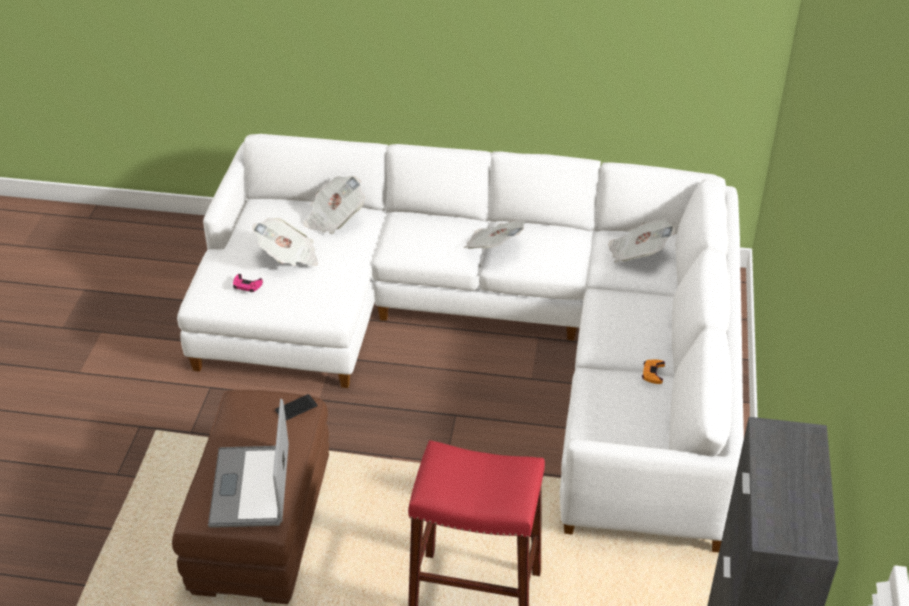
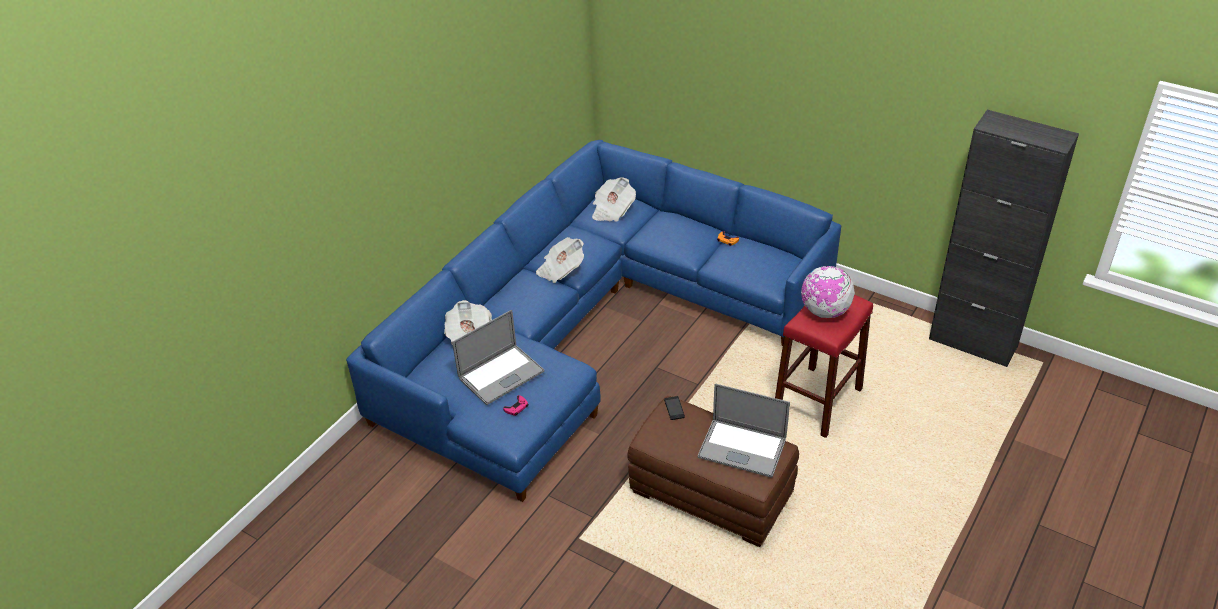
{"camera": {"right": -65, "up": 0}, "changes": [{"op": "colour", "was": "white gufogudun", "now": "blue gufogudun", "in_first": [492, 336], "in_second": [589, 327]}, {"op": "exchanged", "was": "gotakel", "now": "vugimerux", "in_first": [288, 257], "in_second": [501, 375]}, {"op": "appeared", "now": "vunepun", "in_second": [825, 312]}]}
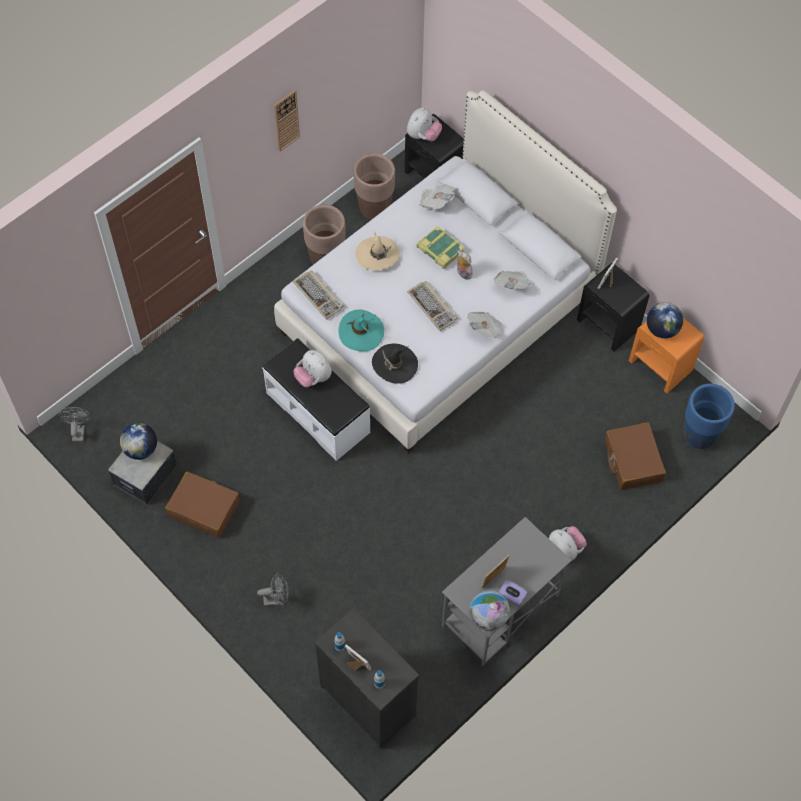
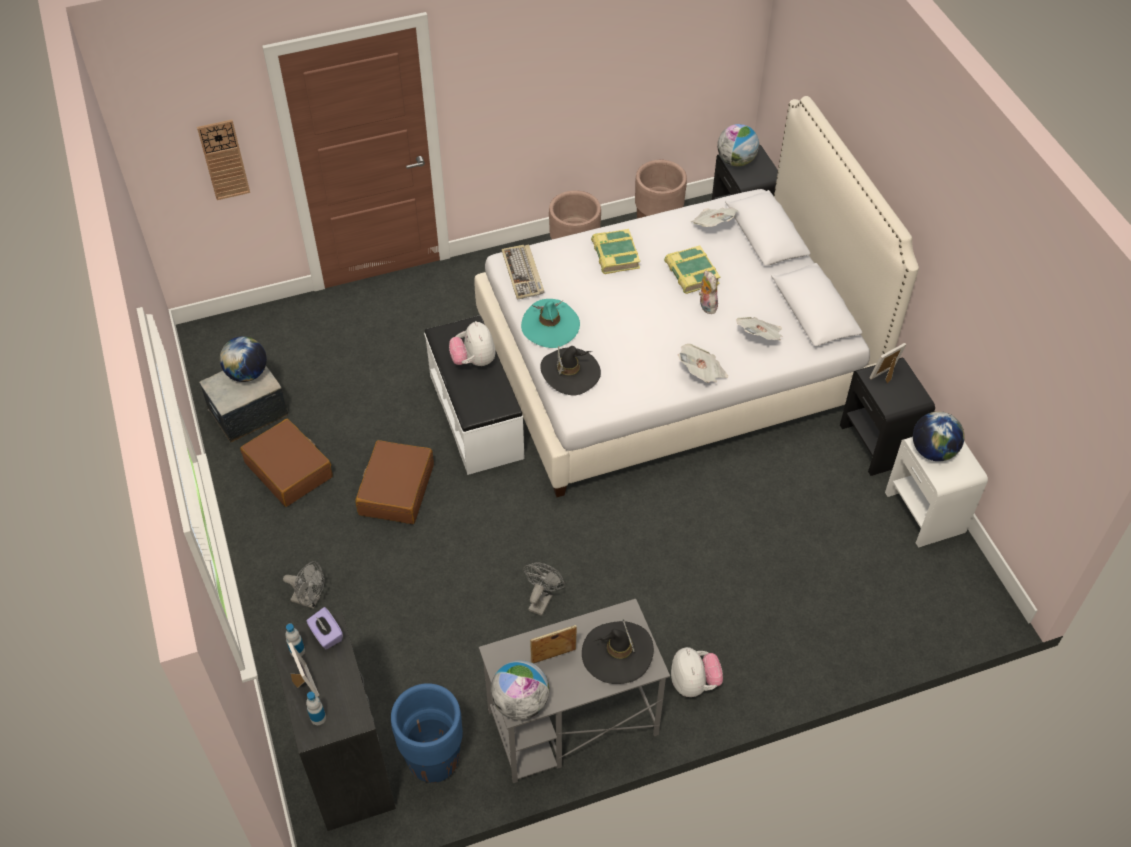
{"camera": {"right": 25, "up": -10}, "changes": [{"op": "relocated", "was": "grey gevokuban", "in_first": [78, 430], "in_second": [542, 599]}, {"op": "relocated", "was": "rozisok", "in_first": [286, 120], "in_second": [224, 159]}, {"op": "exchanged", "was": "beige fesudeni", "now": "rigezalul", "in_first": [377, 255], "in_second": [614, 255]}, {"op": "exchanged", "was": "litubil", "now": "vunepun", "in_first": [423, 135], "in_second": [736, 161]}, {"op": "missing", "was": "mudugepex", "in_first": [433, 307]}, {"op": "relocated", "was": "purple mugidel", "in_first": [512, 596], "in_second": [326, 635]}, {"op": "relocated", "was": "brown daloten", "in_first": [632, 460], "in_second": [396, 489]}, {"op": "colour", "was": "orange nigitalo", "now": "white nigitalo", "in_first": [661, 365], "in_second": [925, 512]}, {"op": "relocated", "was": "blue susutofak", "in_first": [699, 435], "in_second": [434, 762]}, {"op": "appeared", "now": "black fesudeni", "in_second": [617, 653]}]}
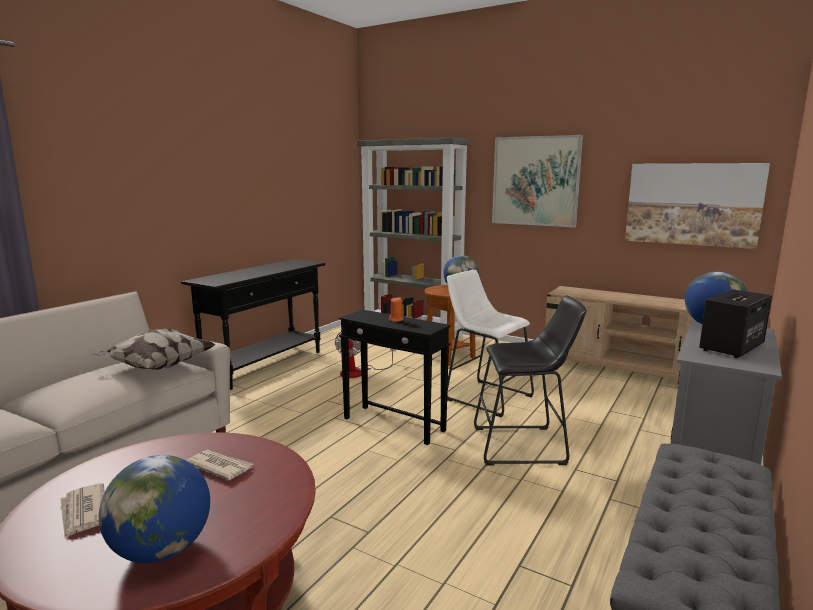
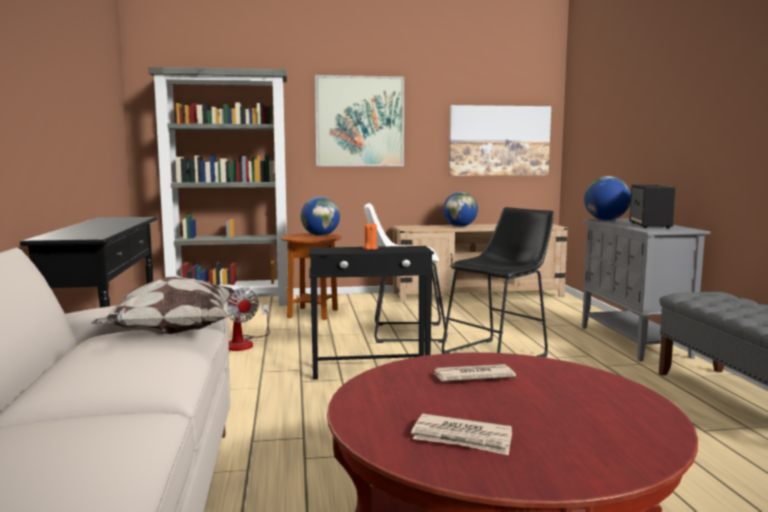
{"camera": {"right": -40, "up": -5}, "changes": [{"op": "relocated", "was": "vunepun", "in_first": [162, 550], "in_second": [460, 226]}]}
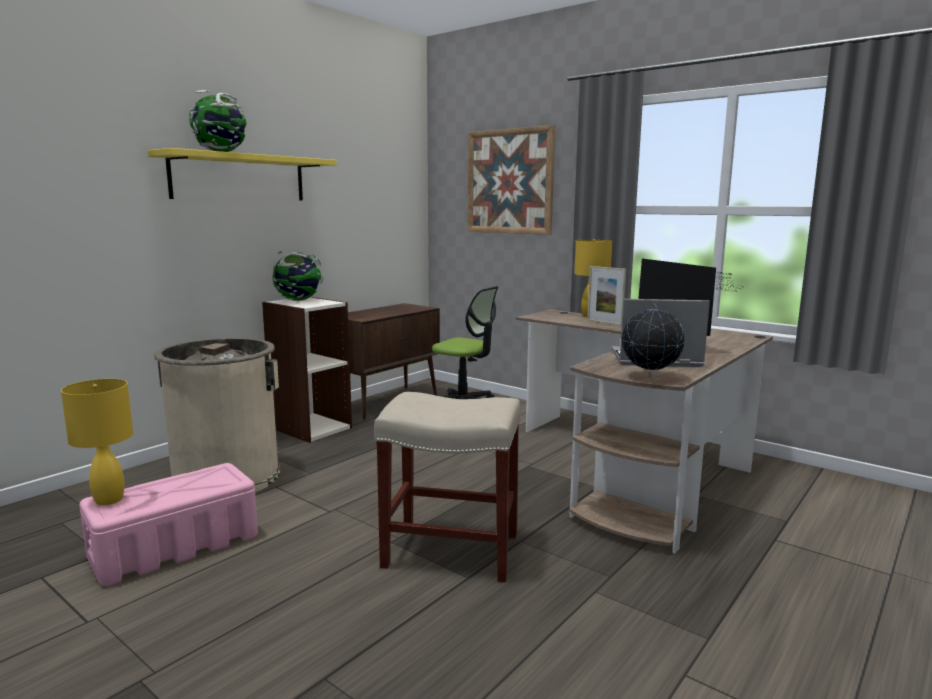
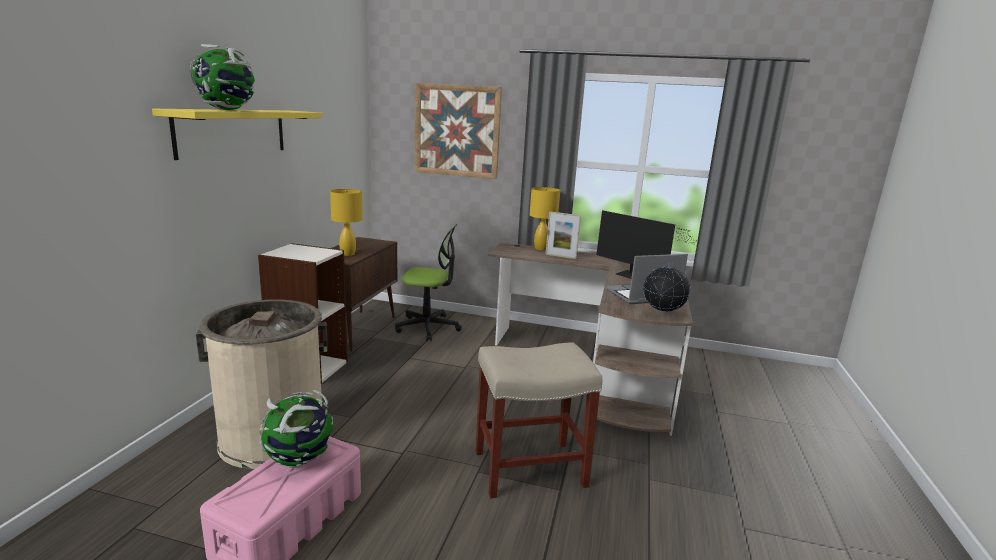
{"camera": {"right": -25, "up": 5}, "changes": [{"op": "relocated", "was": "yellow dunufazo", "in_first": [108, 500], "in_second": [347, 254]}, {"op": "relocated", "was": "vunepun", "in_first": [298, 300], "in_second": [300, 459]}]}
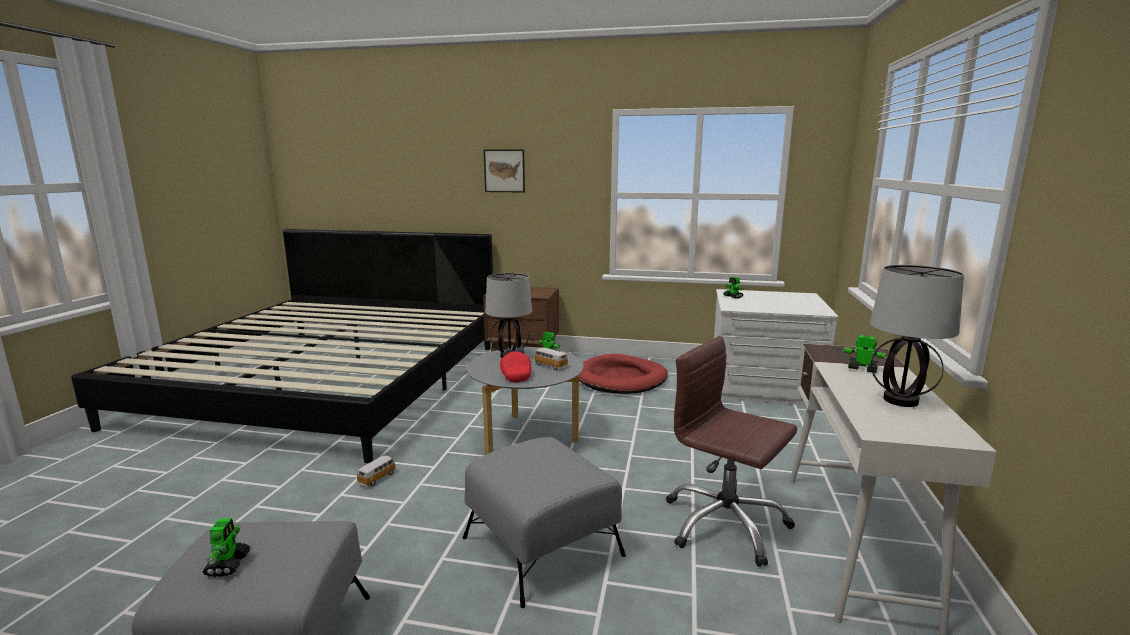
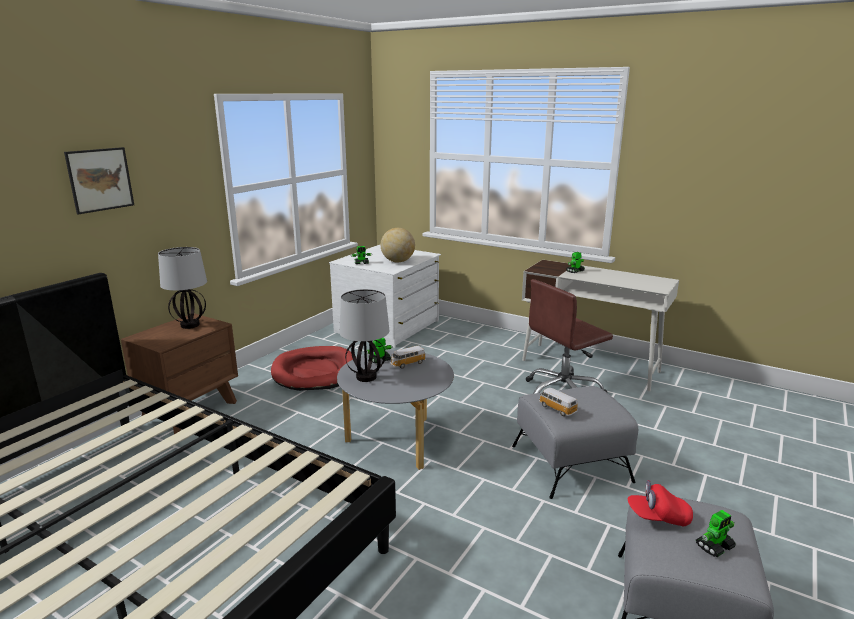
{"camera": {"right": -70, "up": 5}, "changes": [{"op": "spun", "was": "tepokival", "in_first": [228, 564], "in_second": [715, 546], "clockwise": 135}, {"op": "relocated", "was": "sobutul", "in_first": [378, 478], "in_second": [556, 408]}, {"op": "relocated", "was": "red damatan", "in_first": [515, 375], "in_second": [658, 517]}, {"op": "relocated", "was": "dunufazo", "in_first": [901, 401], "in_second": [190, 325]}, {"op": "appeared", "now": "vunepun", "in_second": [398, 261]}]}
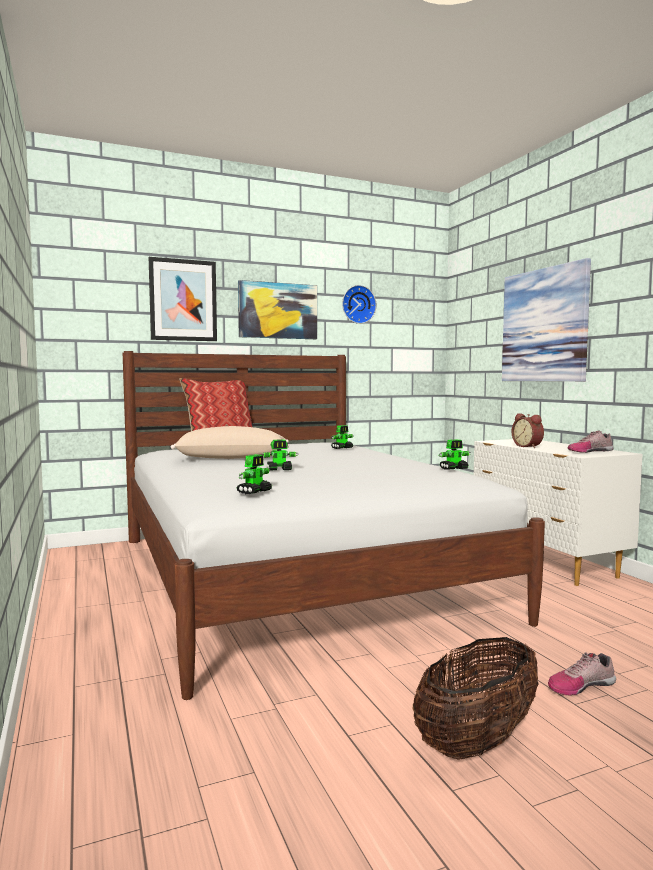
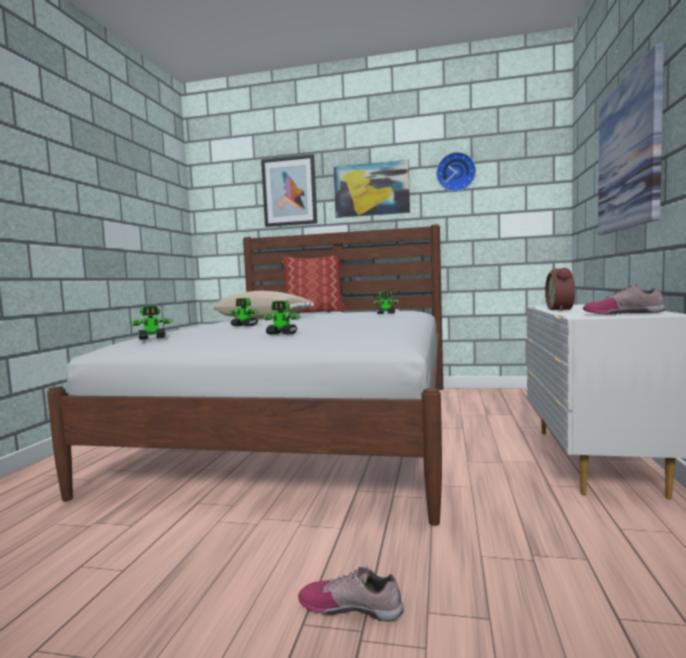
{"camera": {"right": 35, "up": 0}, "changes": [{"op": "missing", "was": "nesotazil", "in_first": [477, 741]}, {"op": "relocated", "was": "tepokival", "in_first": [454, 468], "in_second": [282, 334]}]}
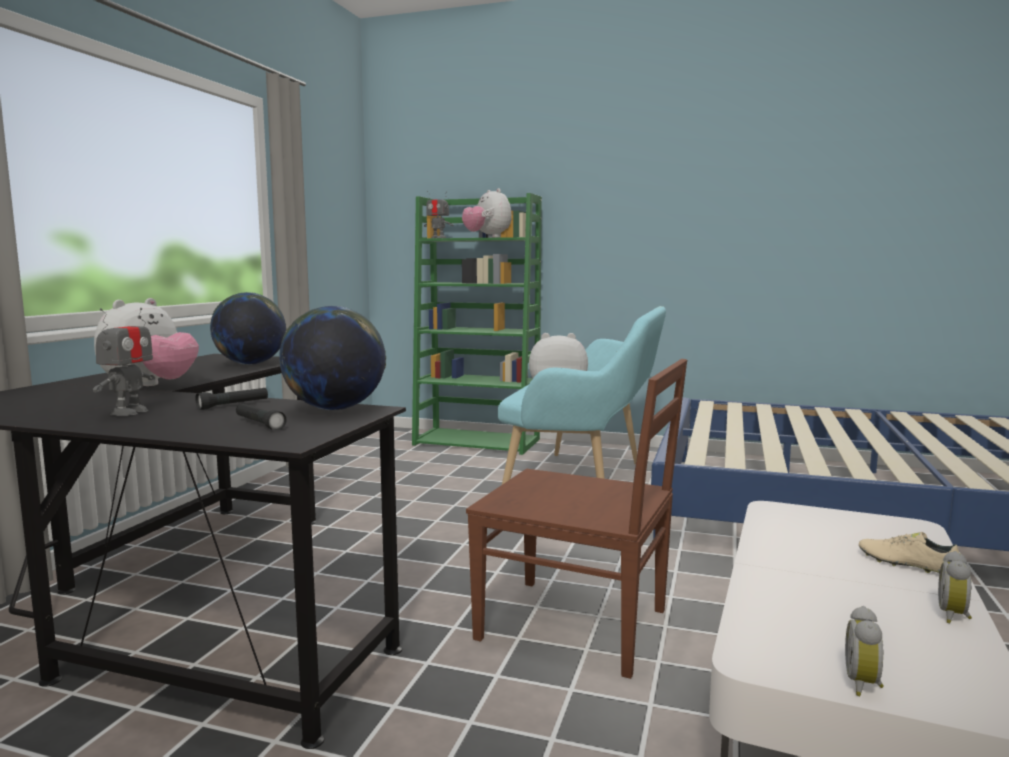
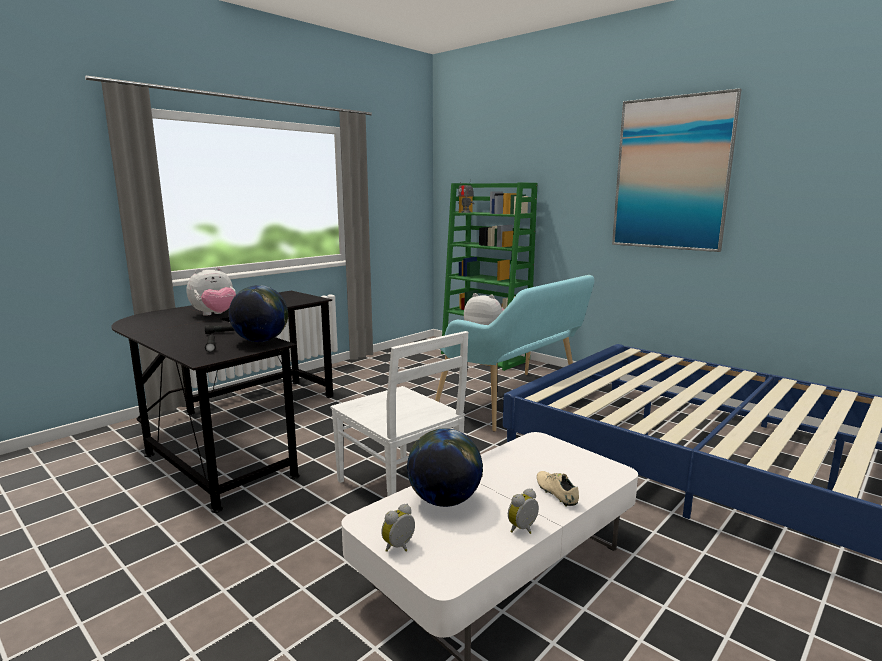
{"camera": {"right": 25, "up": 5}, "changes": [{"op": "missing", "was": "tepokival", "in_first": [129, 412]}, {"op": "relocated", "was": "vunepun", "in_first": [250, 364], "in_second": [444, 501]}, {"op": "missing", "was": "litubil", "in_first": [487, 237]}, {"op": "colour", "was": "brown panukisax", "now": "white panukisax", "in_first": [577, 626], "in_second": [400, 487]}, {"op": "appeared", "now": "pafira", "in_second": [671, 174]}]}
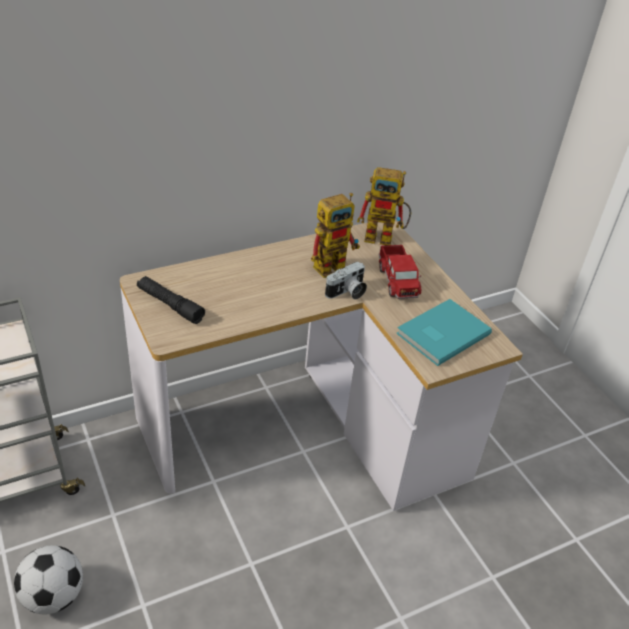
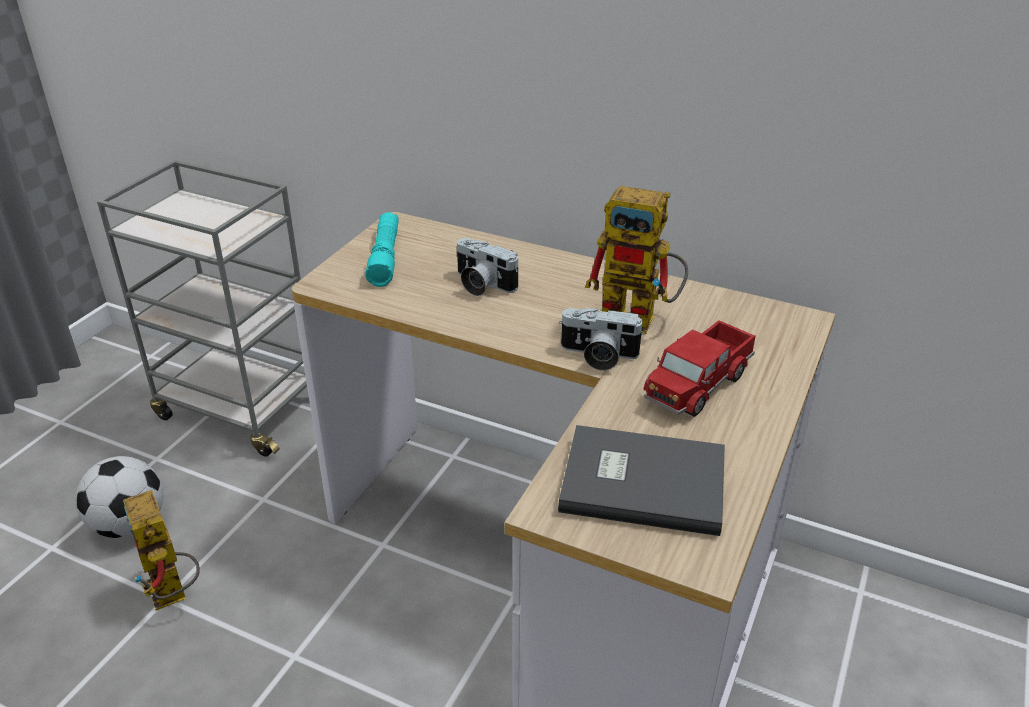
{"camera": {"right": 55, "up": -5}, "changes": [{"op": "colour", "was": "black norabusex", "now": "turquoise norabusex", "in_first": [170, 305], "in_second": [385, 257]}, {"op": "relocated", "was": "tepokival", "in_first": [385, 237], "in_second": [174, 595]}, {"op": "colour", "was": "turquoise rigezalul", "now": "grey rigezalul", "in_first": [440, 333], "in_second": [641, 480]}, {"op": "appeared", "now": "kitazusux", "in_second": [481, 284]}]}
